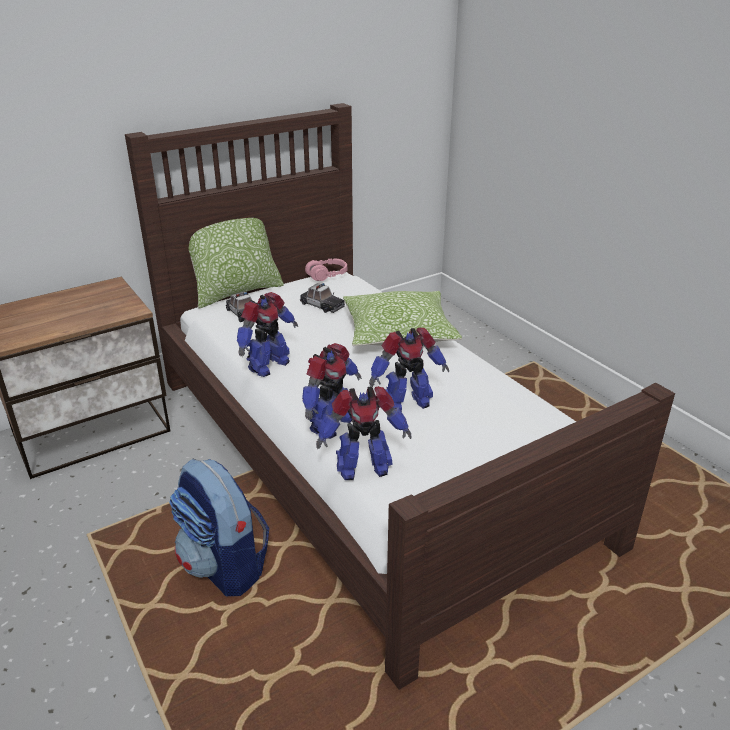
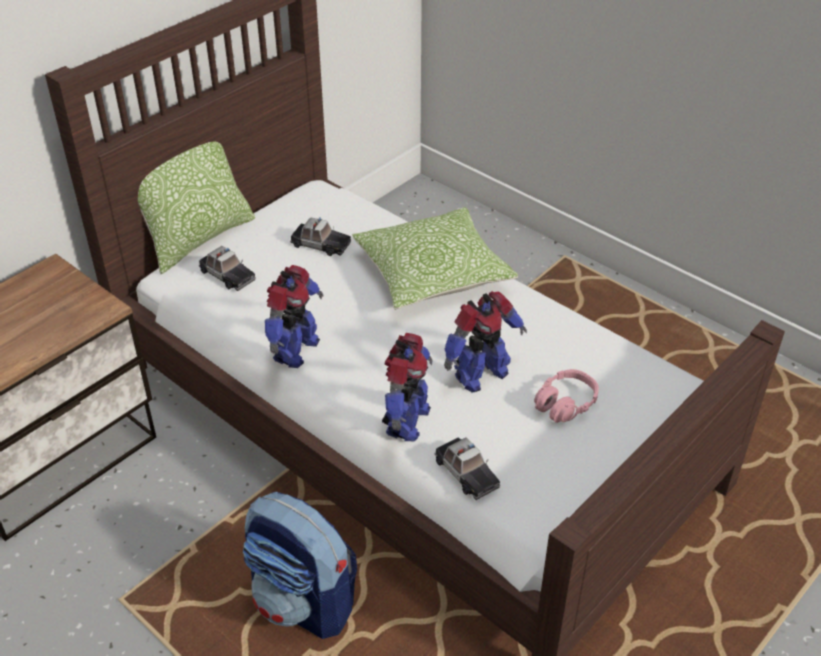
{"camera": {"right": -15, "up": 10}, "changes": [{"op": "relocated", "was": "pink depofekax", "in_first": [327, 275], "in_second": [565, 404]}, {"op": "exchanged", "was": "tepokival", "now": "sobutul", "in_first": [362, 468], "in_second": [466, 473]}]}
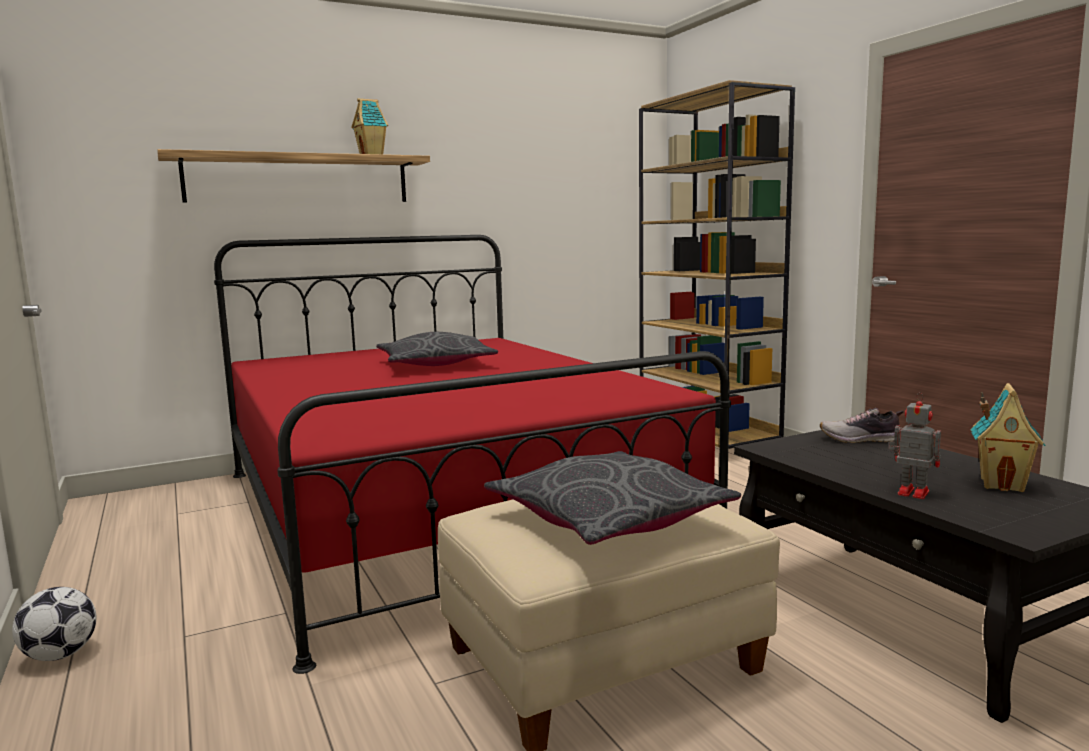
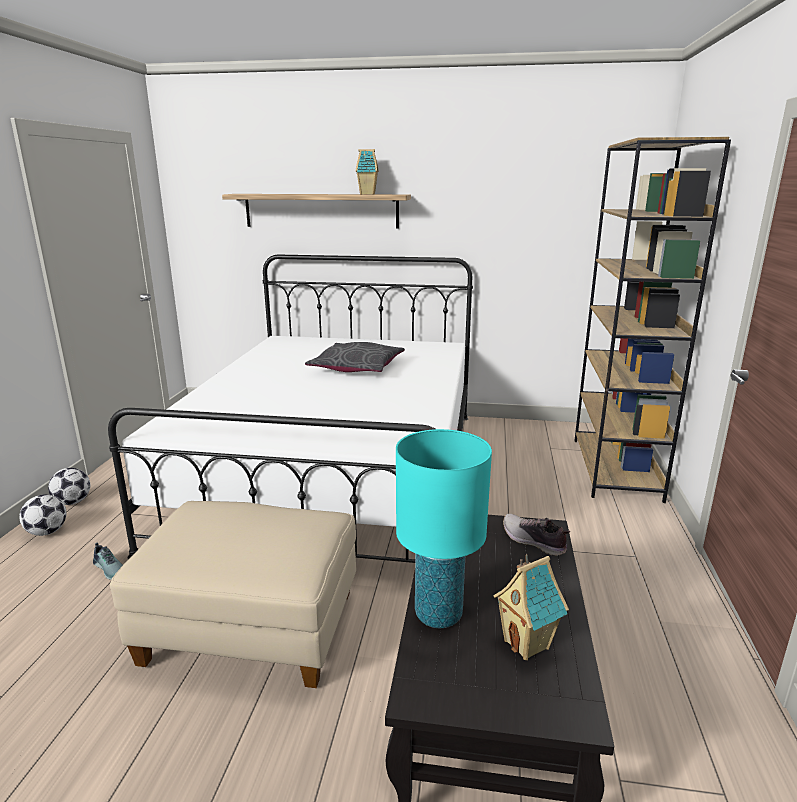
{"camera": {"right": 35, "up": 10}, "changes": [{"op": "colour", "was": "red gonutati", "now": "white gonutati", "in_first": [440, 509], "in_second": [335, 472]}, {"op": "missing", "was": "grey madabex", "in_first": [608, 517]}, {"op": "exchanged", "was": "tepokival", "now": "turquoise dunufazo", "in_first": [911, 492], "in_second": [438, 614]}, {"op": "appeared", "now": "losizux", "in_second": [47, 532]}, {"op": "appeared", "now": "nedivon", "in_second": [111, 568]}]}
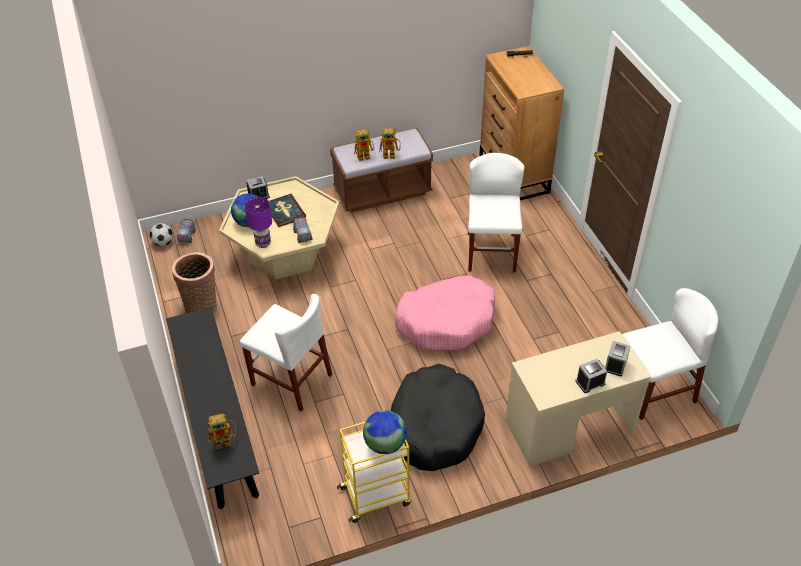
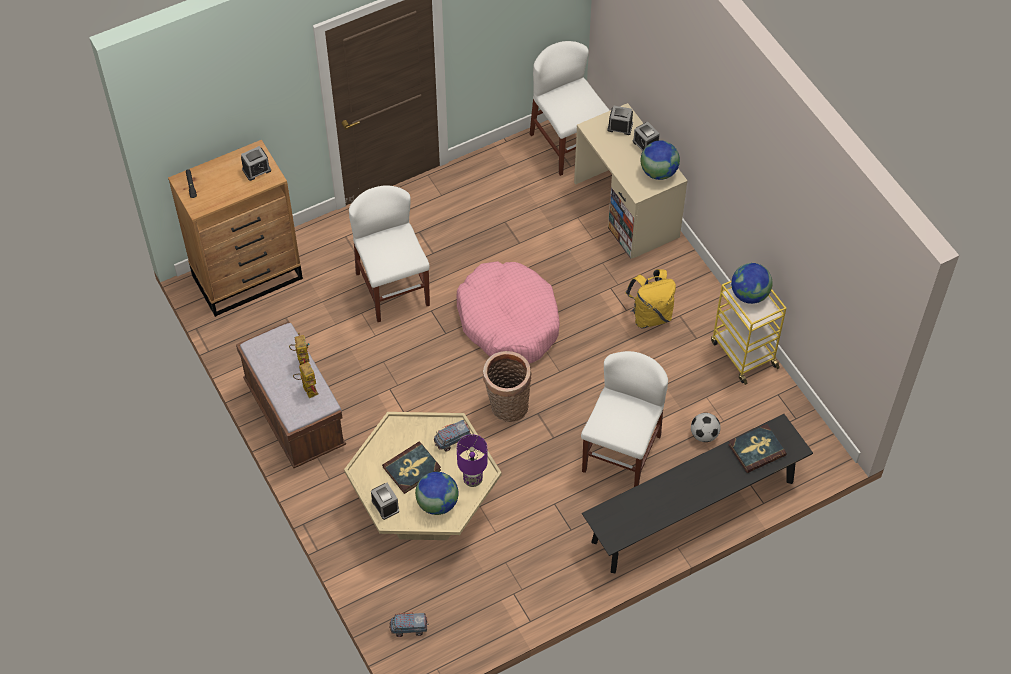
{"camera": {"right": -100, "up": 10}, "changes": [{"op": "relocated", "was": "losizux", "in_first": [163, 243], "in_second": [704, 435]}, {"op": "relocated", "was": "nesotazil", "in_first": [202, 305], "in_second": [507, 406]}, {"op": "exchanged", "was": "tepokival", "now": "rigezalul", "in_first": [226, 440], "in_second": [756, 449]}, {"op": "exchanged", "was": "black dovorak", "now": "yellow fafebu", "in_first": [435, 425], "in_second": [650, 315]}, {"op": "spun", "was": "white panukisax", "in_first": [491, 252], "in_second": [393, 289], "clockwise": 75}, {"op": "appeared", "now": "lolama", "in_second": [256, 170]}, {"op": "appeared", "now": "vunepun", "in_second": [658, 172]}]}
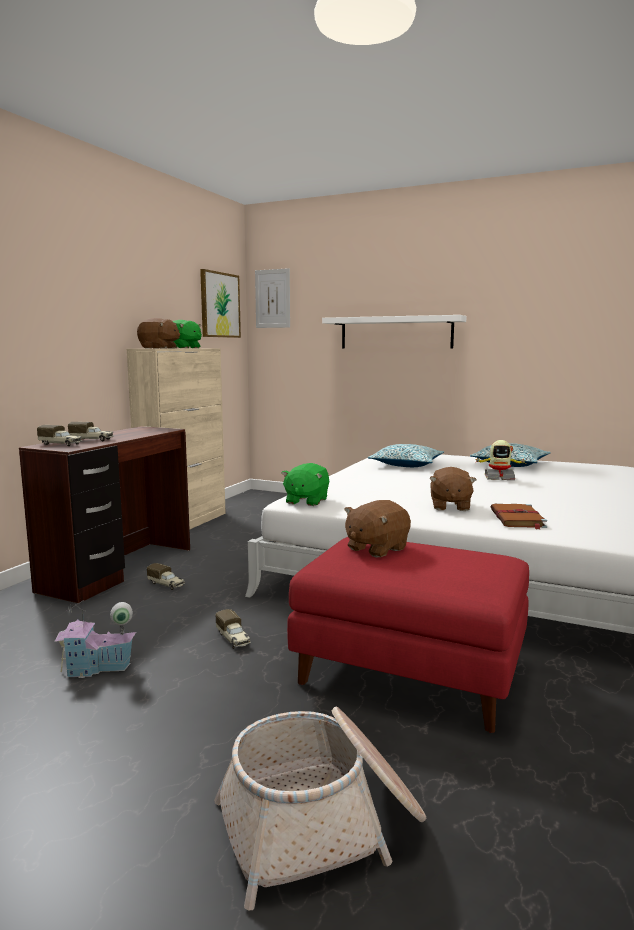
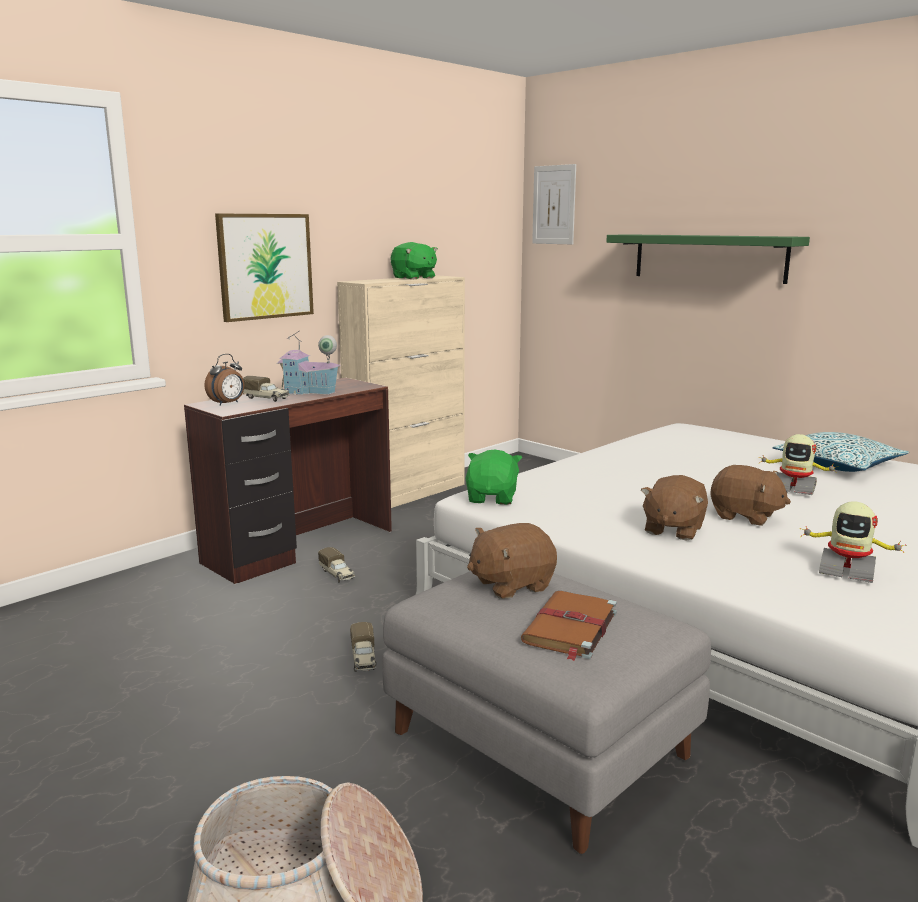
{"camera": {"right": 20, "up": 5}, "changes": [{"op": "exchanged", "was": "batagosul", "now": "lolama", "in_first": [61, 444], "in_second": [228, 403]}, {"op": "relocated", "was": "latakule", "in_first": [97, 668], "in_second": [309, 392]}, {"op": "relocated", "was": "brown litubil", "in_first": [159, 348], "in_second": [745, 516]}, {"op": "relocated", "was": "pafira", "in_first": [219, 305], "in_second": [265, 266]}, {"op": "spun", "was": "green litubil", "in_first": [306, 501], "in_second": [492, 498], "clockwise": 150}, {"op": "colour", "was": "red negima", "now": "grey negima", "in_first": [412, 671], "in_second": [541, 746]}, {"op": "colour", "was": "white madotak", "now": "green madotak", "in_first": [396, 333], "in_second": [708, 257]}, {"op": "missing", "was": "madabex", "in_first": [406, 465]}, {"op": "relocated", "was": "brown rigezalul", "in_first": [517, 519], "in_second": [570, 628]}, {"op": "appeared", "now": "tepokival", "in_second": [846, 570]}]}
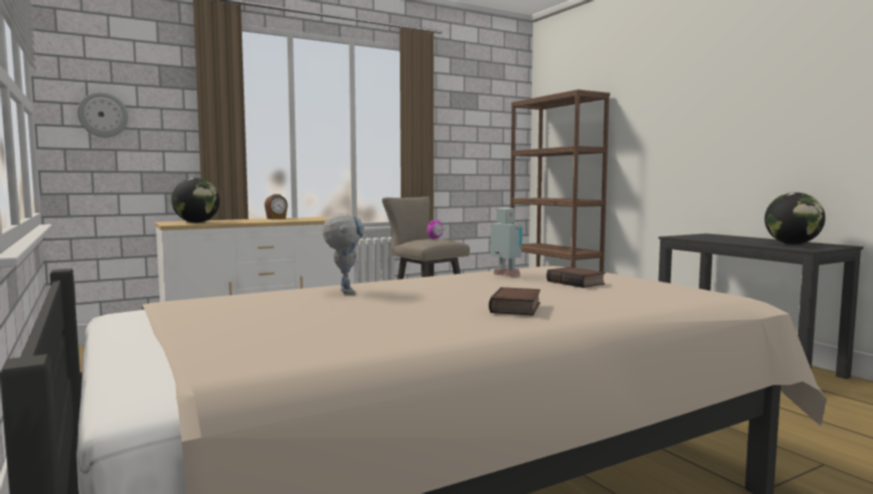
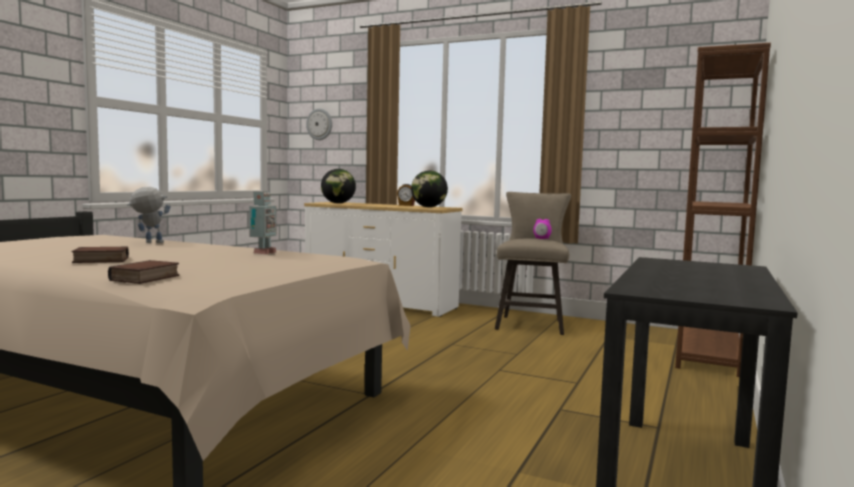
{"camera": {"right": 55, "up": 0}, "changes": [{"op": "spun", "was": "tepokival", "in_first": [344, 291], "in_second": [148, 242], "clockwise": -135}, {"op": "relocated", "was": "rigezalul", "in_first": [577, 282], "in_second": [145, 278]}, {"op": "relocated", "was": "vunepun", "in_first": [792, 244], "in_second": [428, 207]}]}
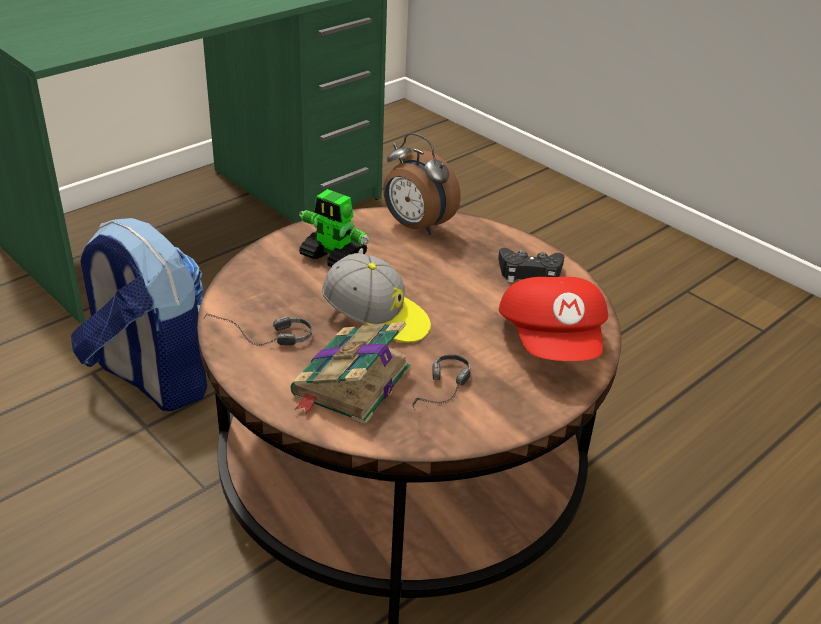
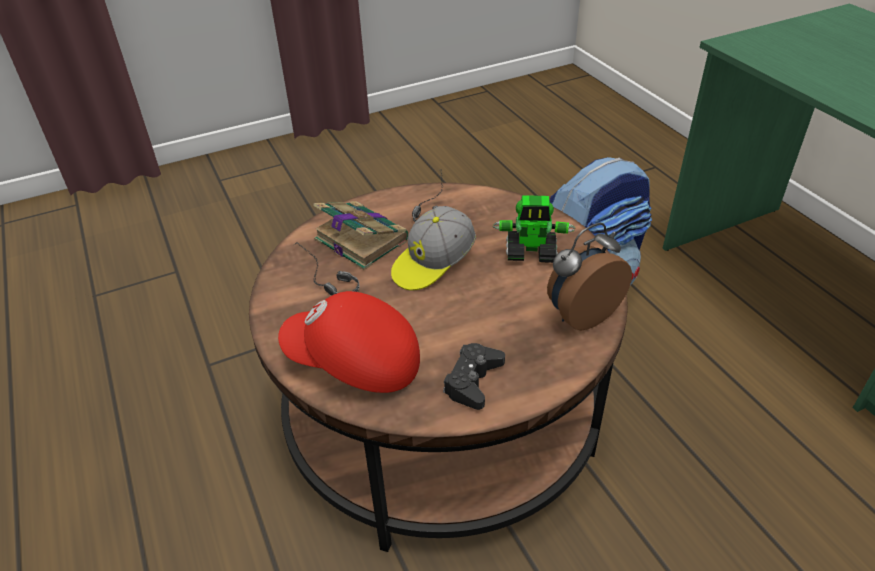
{"camera": {"right": 110, "up": 5}, "changes": [{"op": "spun", "was": "tepokival", "in_first": [334, 257], "in_second": [531, 253], "clockwise": -135}]}
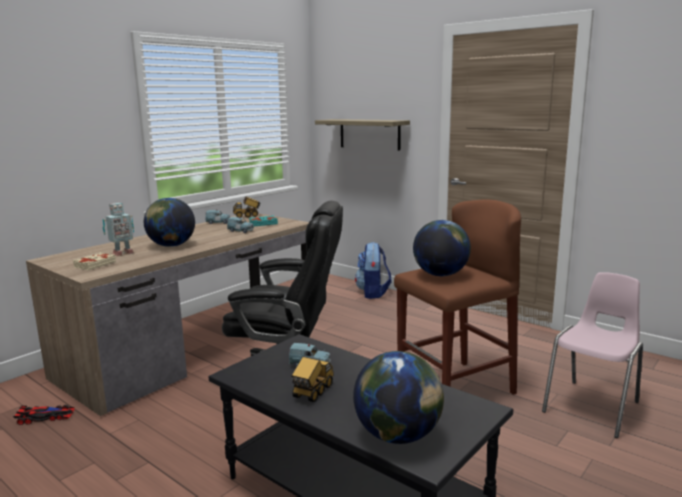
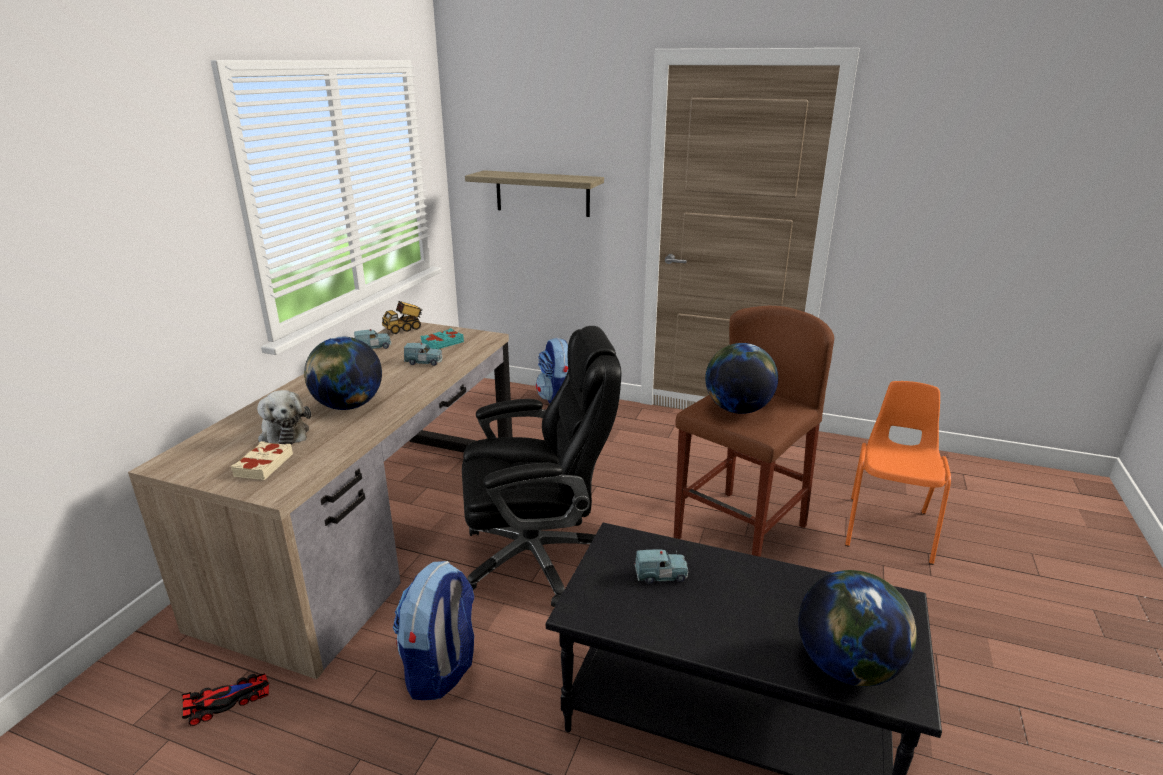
{"camera": {"right": -20, "up": 10}, "changes": [{"op": "exchanged", "was": "tepokival", "now": "litubil", "in_first": [122, 253], "in_second": [284, 433]}, {"op": "missing", "was": "batagosul", "in_first": [312, 392]}, {"op": "colour", "was": "pink panukisax", "now": "orange panukisax", "in_first": [593, 407], "in_second": [888, 528]}, {"op": "appeared", "now": "fafebu", "in_second": [441, 669]}]}
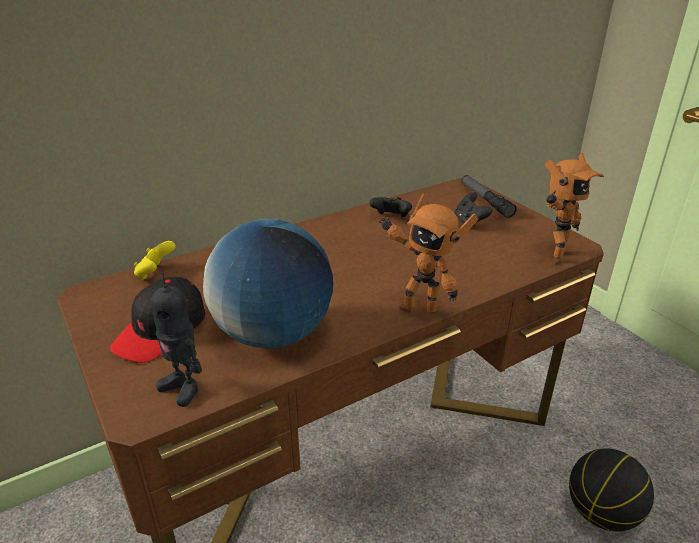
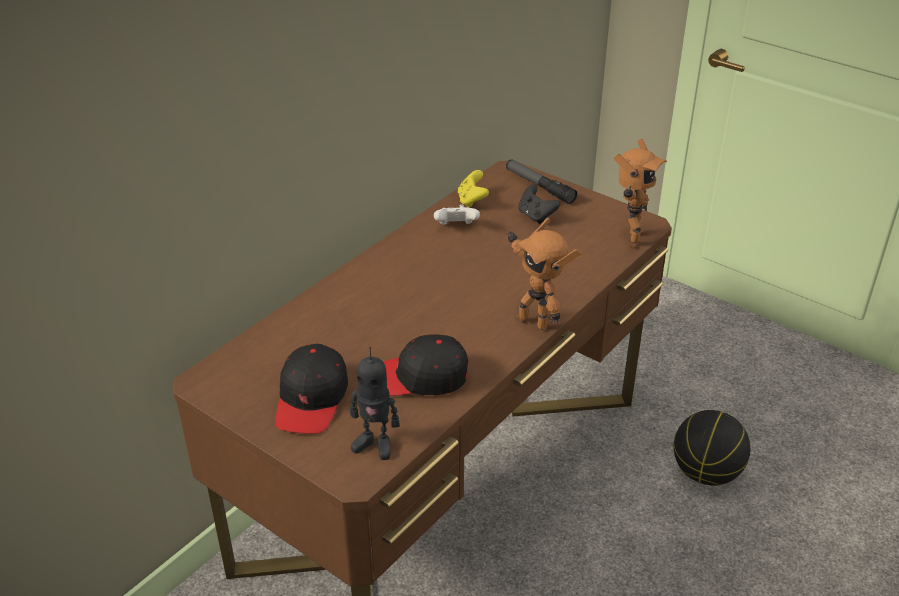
{"camera": {"right": -20, "up": 5}, "changes": [{"op": "relocated", "was": "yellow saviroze", "in_first": [155, 273], "in_second": [472, 200]}, {"op": "exchanged", "was": "vunepun", "now": "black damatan", "in_first": [273, 334], "in_second": [419, 377]}, {"op": "colour", "was": "black saviroze", "now": "white saviroze", "in_first": [391, 218], "in_second": [456, 227]}, {"op": "spun", "was": "tepokival", "in_first": [418, 307], "in_second": [534, 320], "clockwise": 45}]}
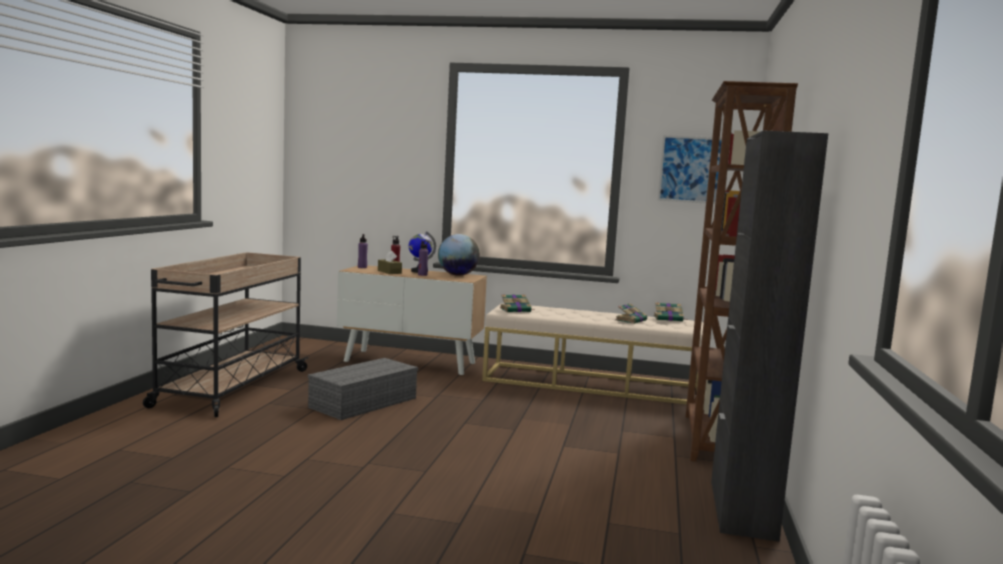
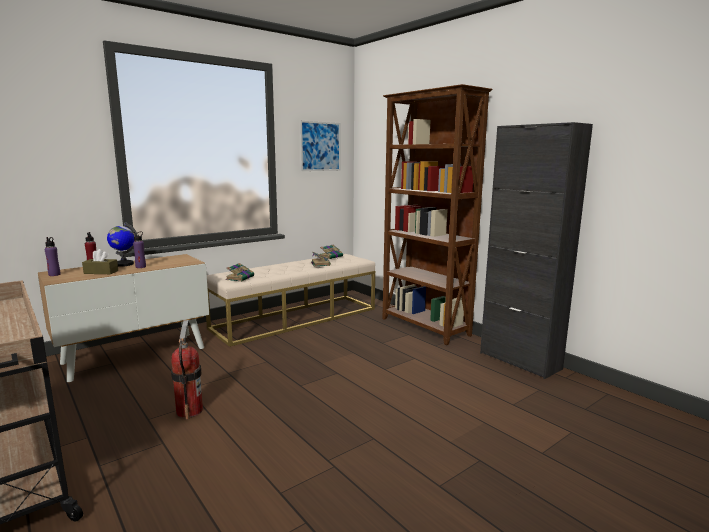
{"camera": {"right": -50, "up": 5}, "changes": [{"op": "exchanged", "was": "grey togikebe", "now": "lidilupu", "in_first": [364, 402], "in_second": [189, 410]}, {"op": "missing", "was": "vunepun", "in_first": [457, 275]}]}
